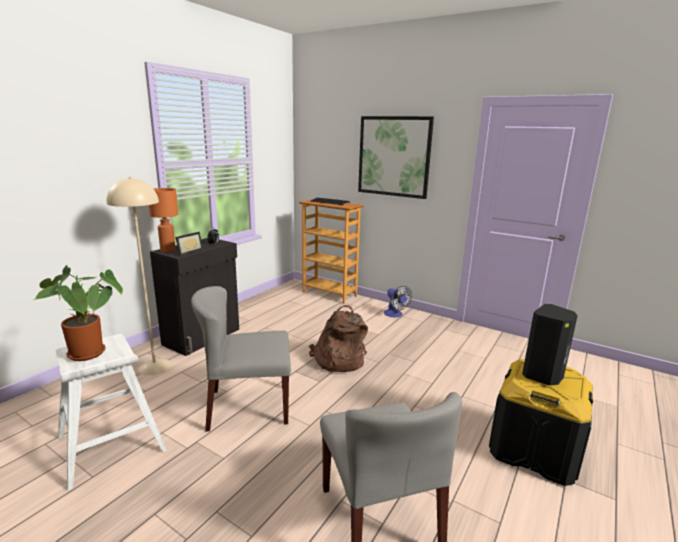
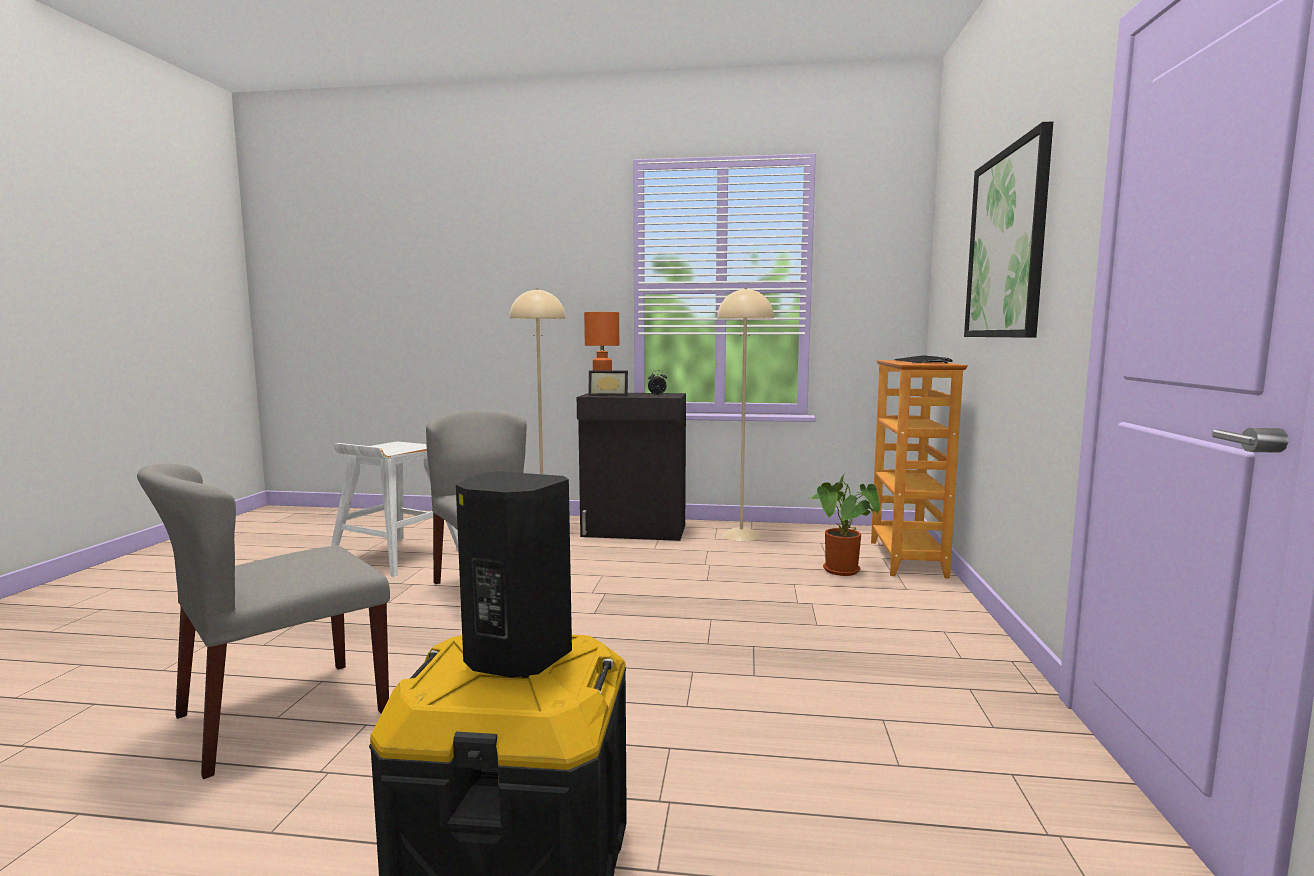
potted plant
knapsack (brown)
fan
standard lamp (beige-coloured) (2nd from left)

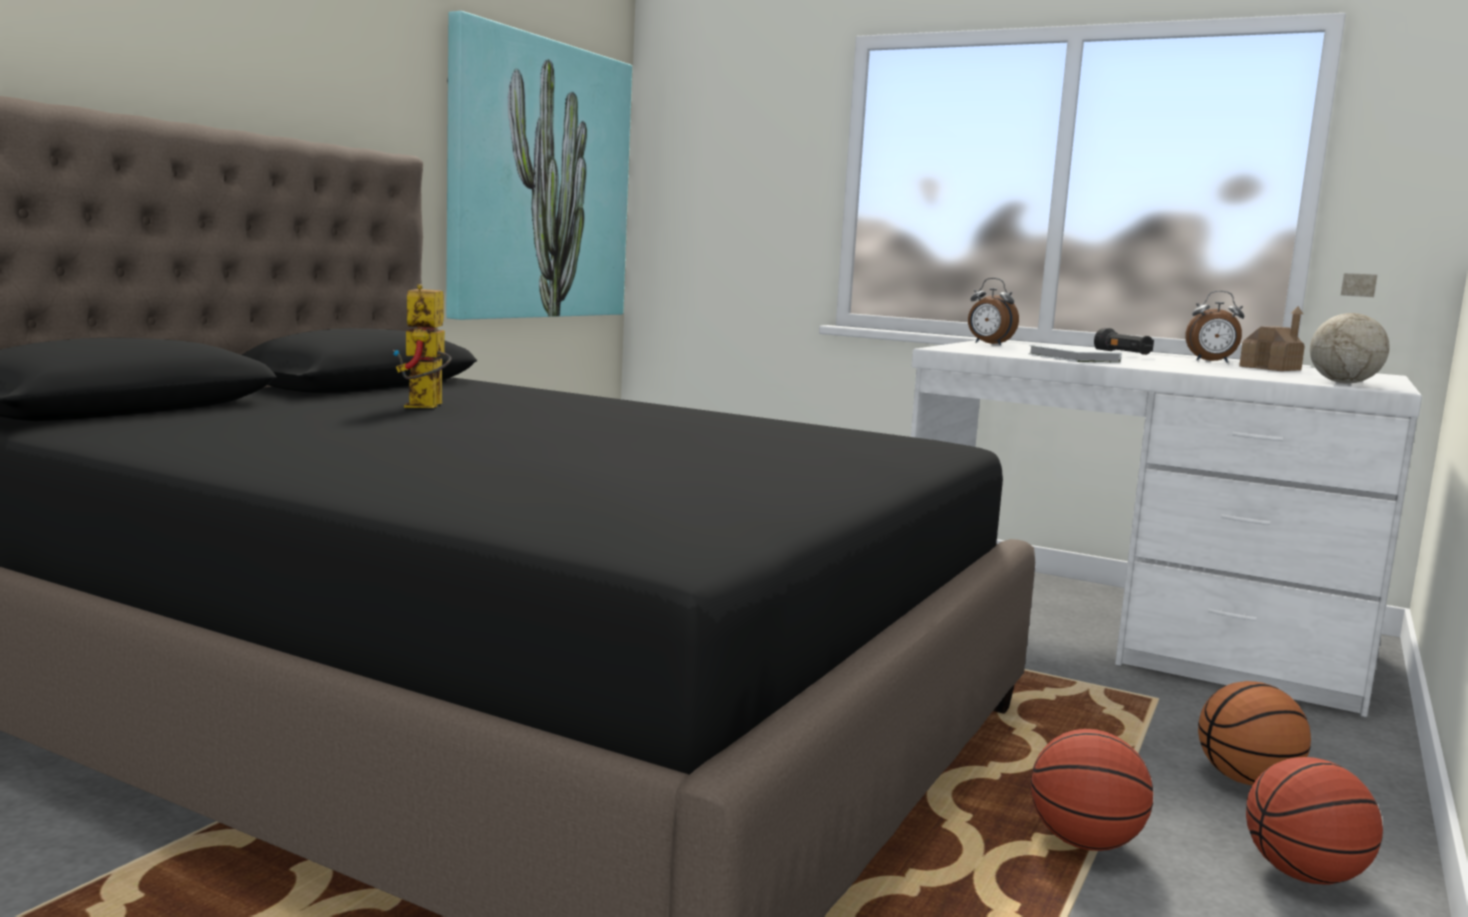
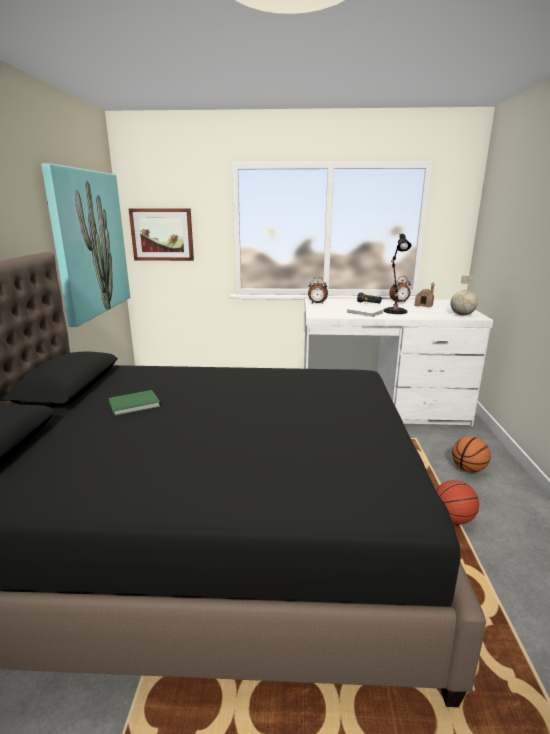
book (green-coloured)
basketball ball (3rd from left in the first image)
picture (2nd from left)
table lamp (black)

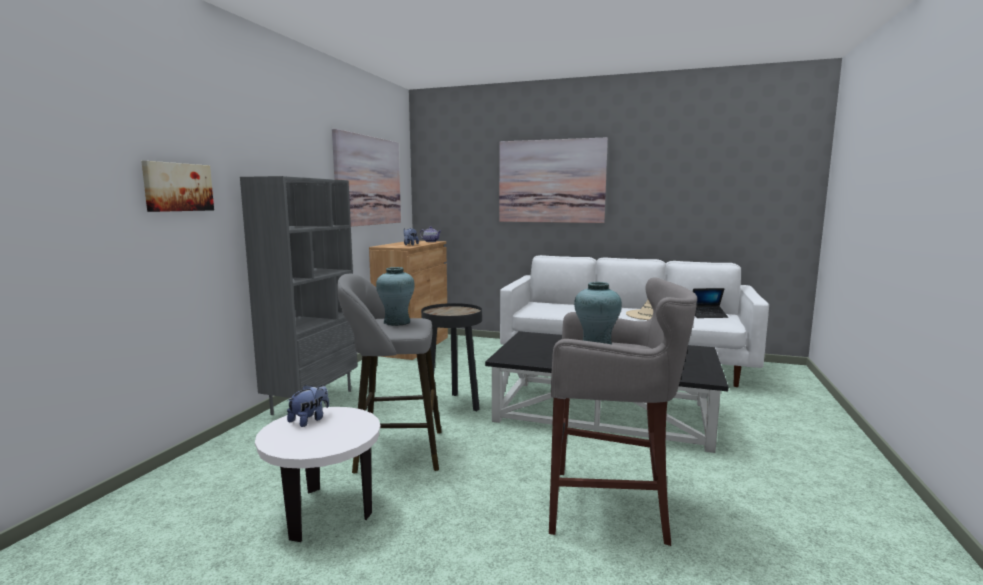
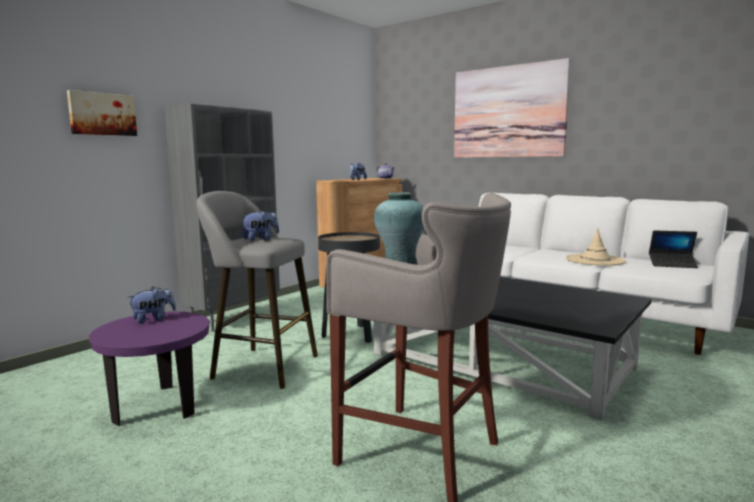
side table (purplish)
picture (2nd from left in the first image)
plush toy (2nd from left)

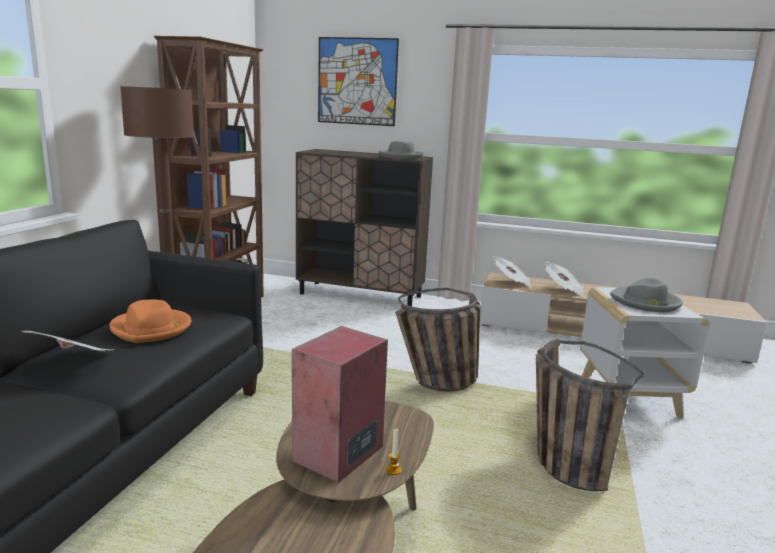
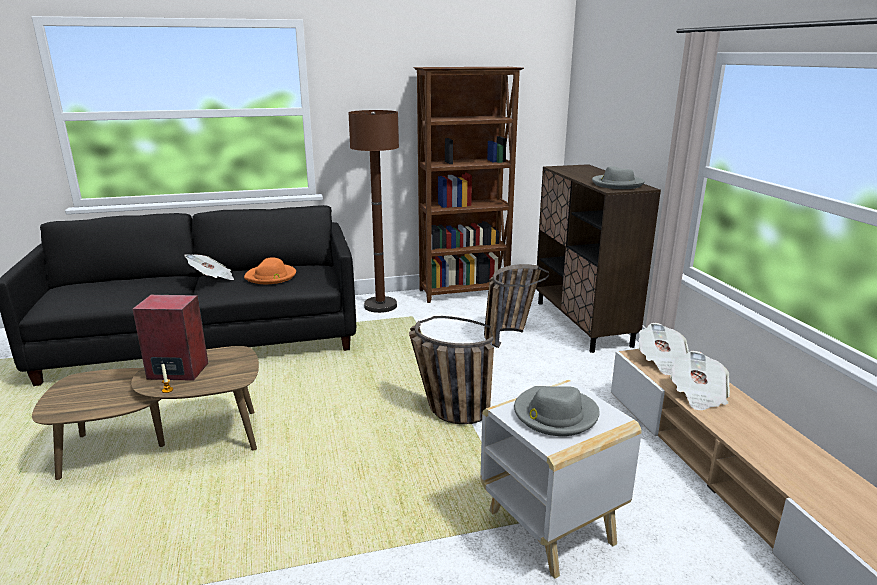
picture
storage basket (2nd from left)

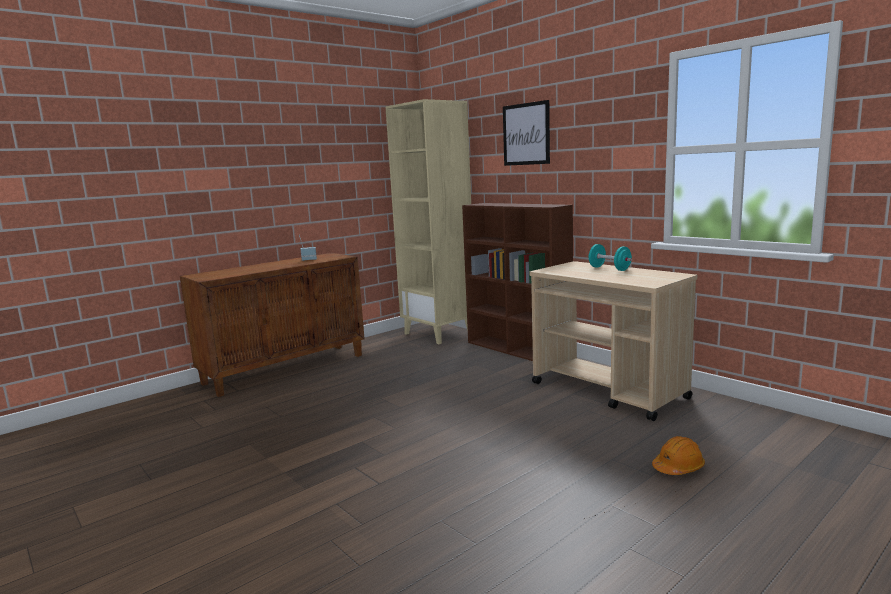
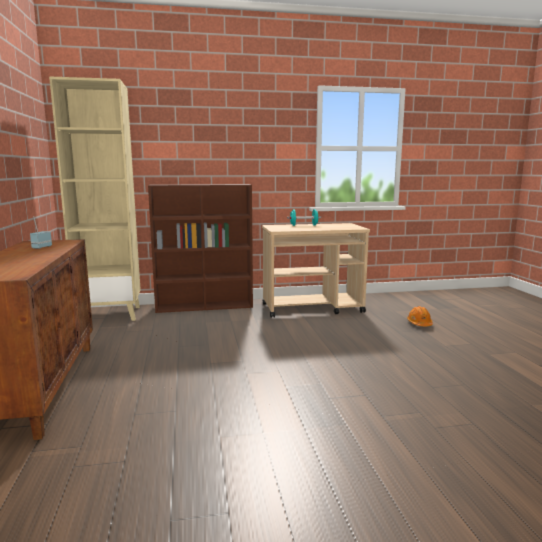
picture

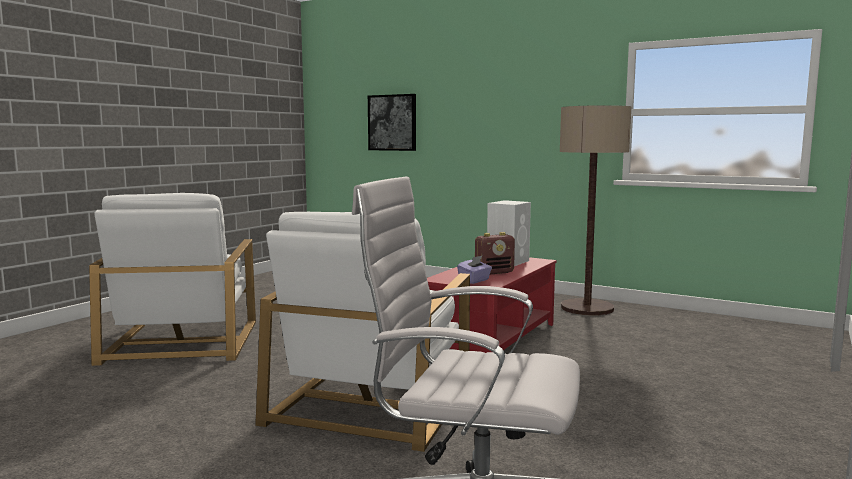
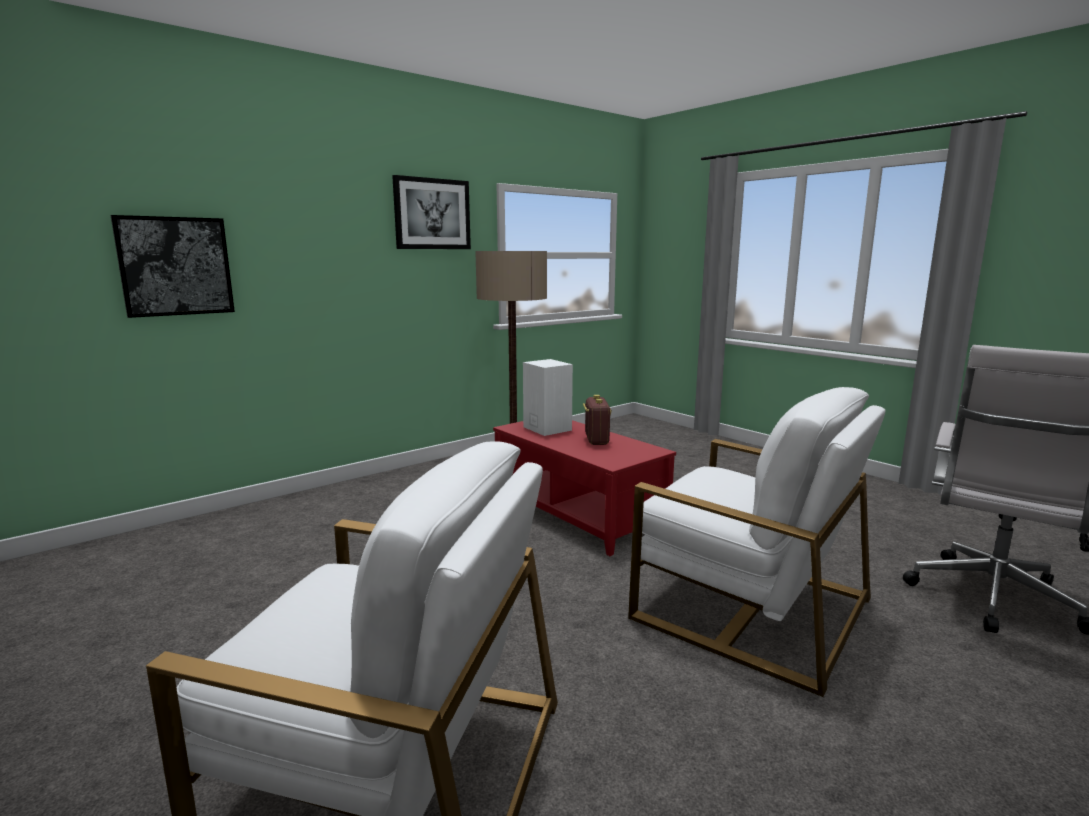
box of tissues (purplish)
picture (2nd from left)

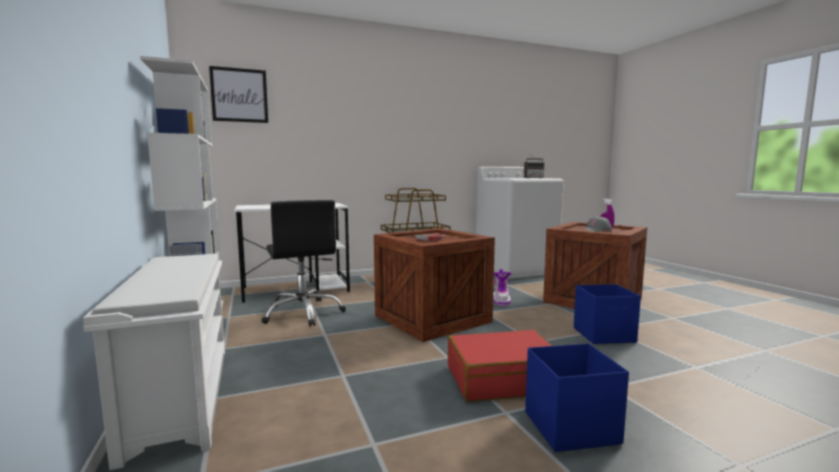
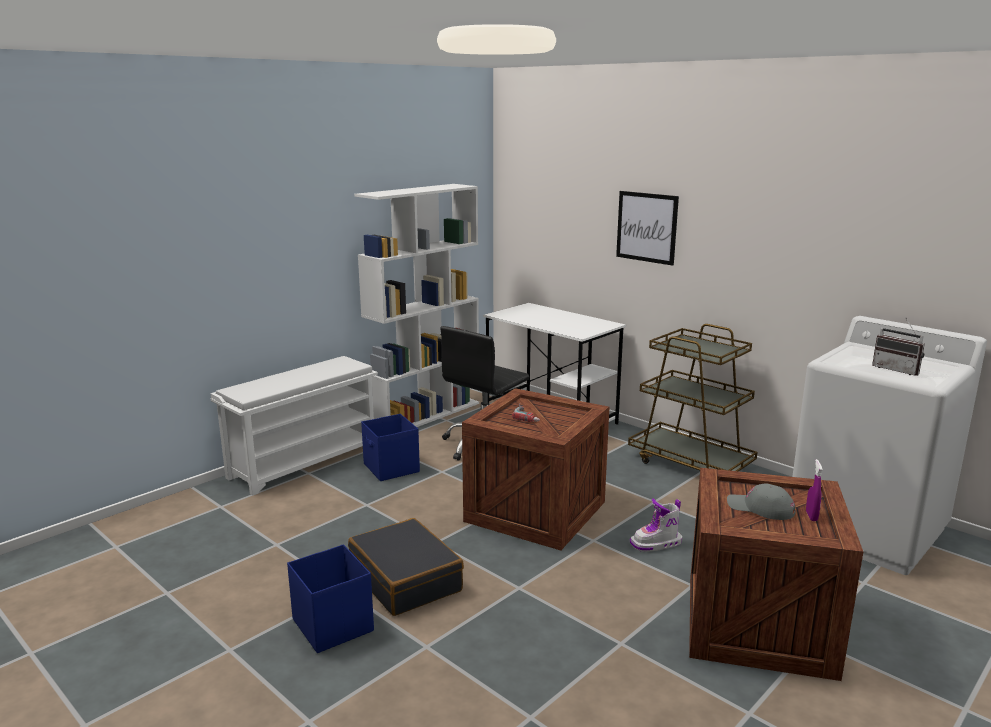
picture
suitcase (black)
storage bin (bluish) (2nd from left)

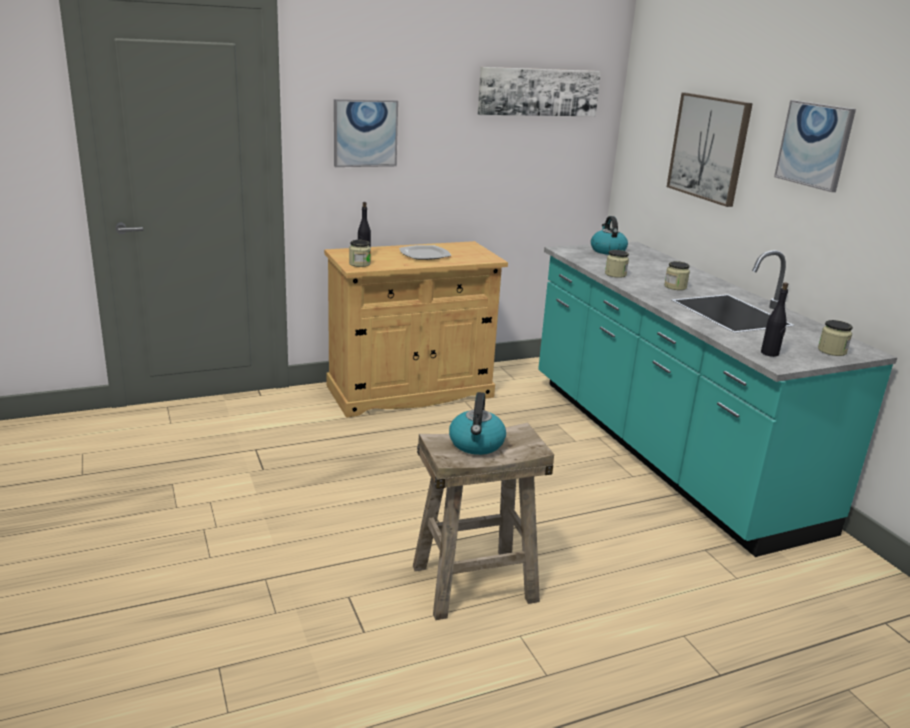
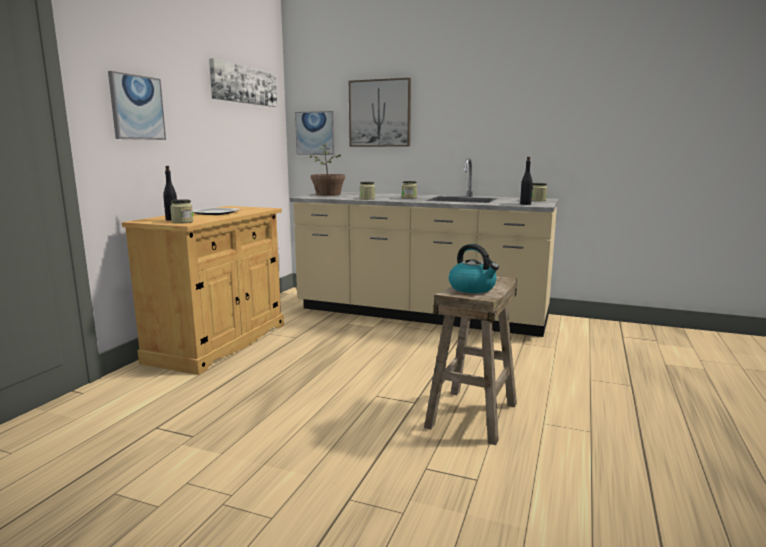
counter (beige-coloured)
potted plant
picture (3rd from left)

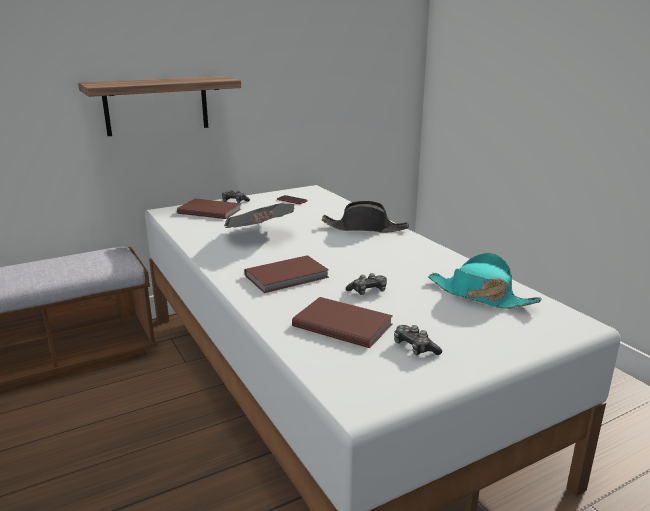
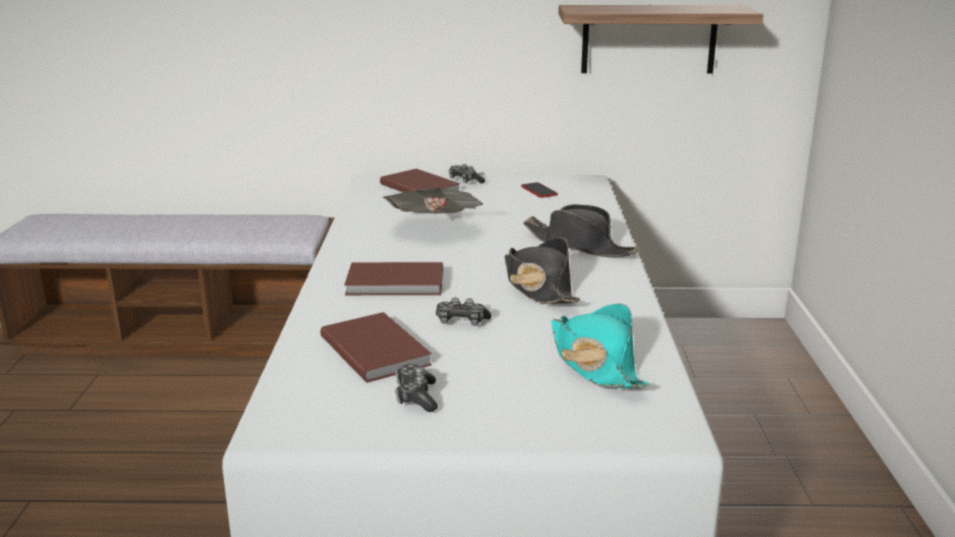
shelf
clothing hat (black) (1st from left)

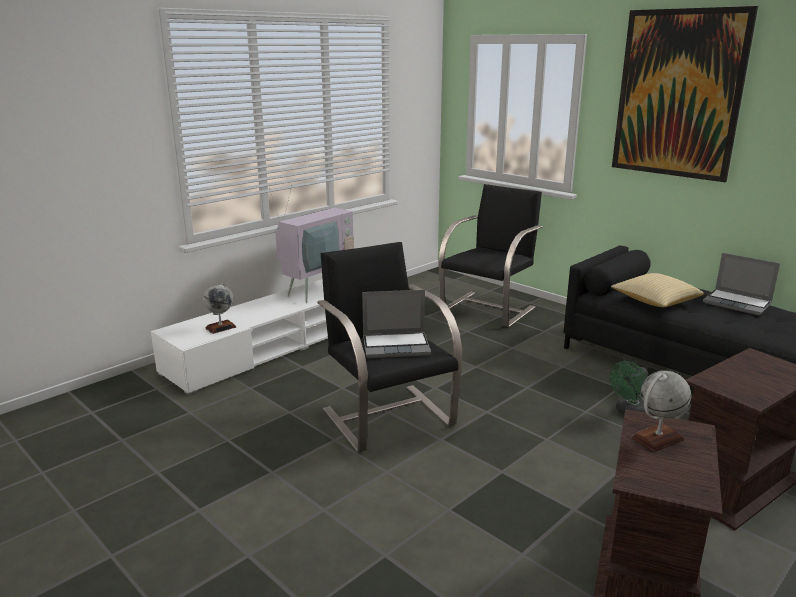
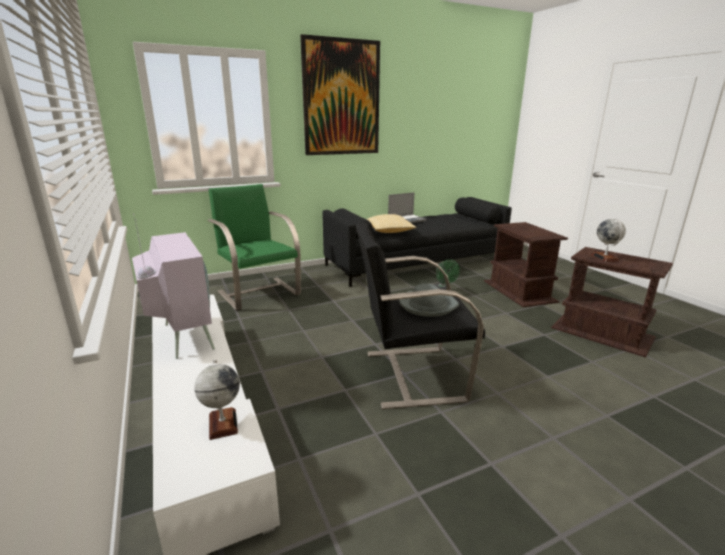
clothing hat (greyish)
easy chair (green-coloured)

